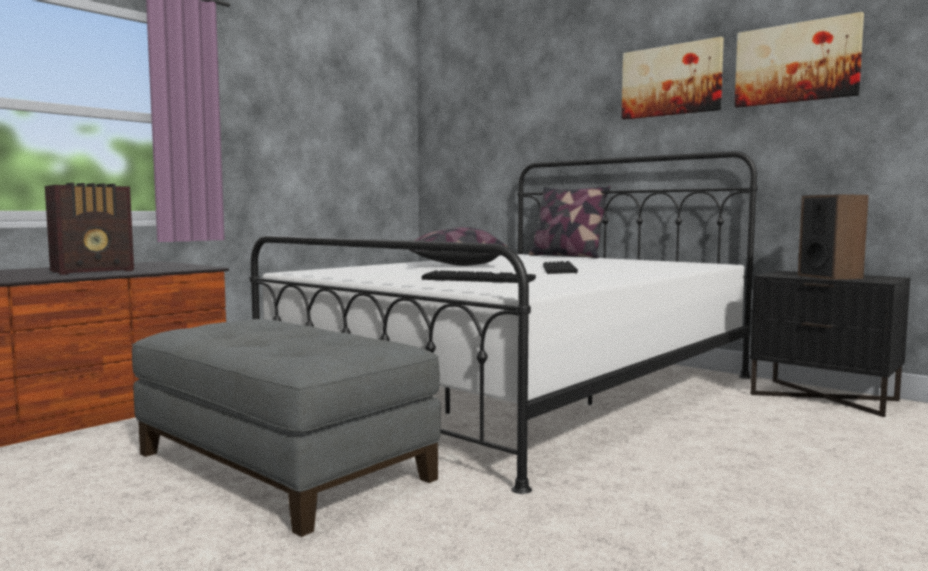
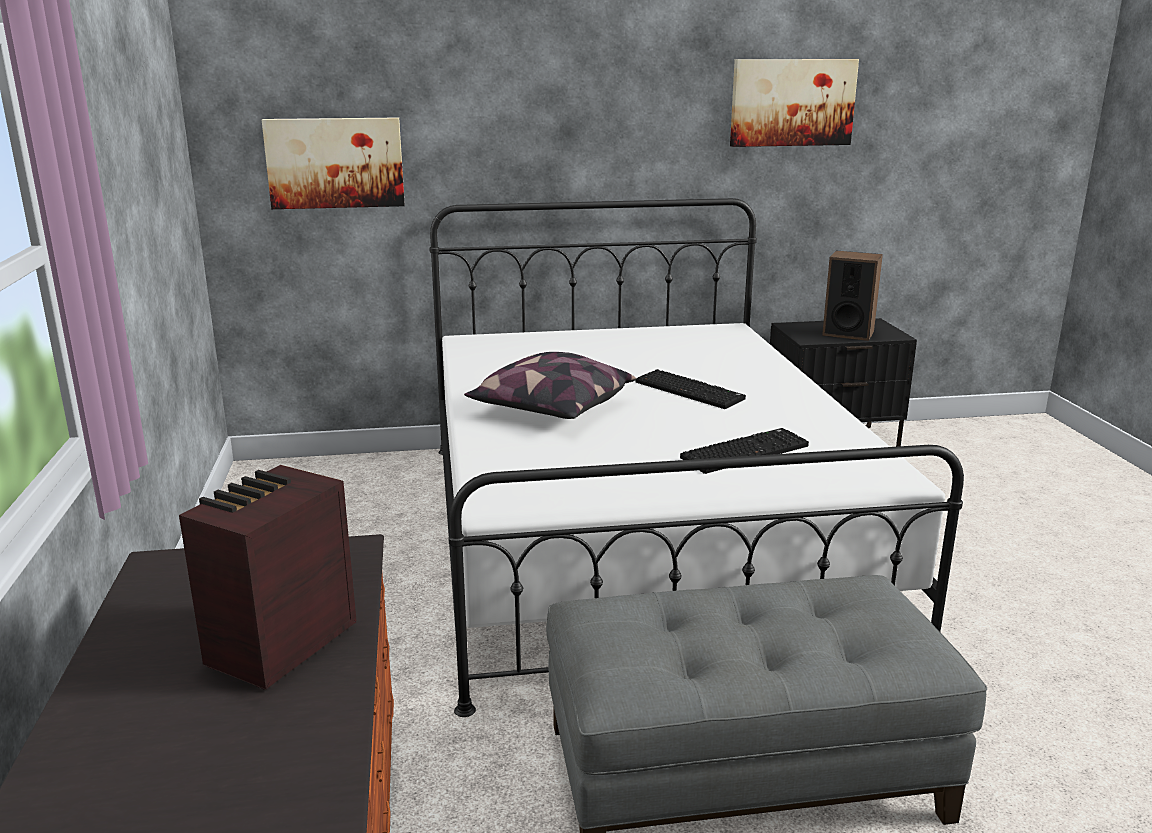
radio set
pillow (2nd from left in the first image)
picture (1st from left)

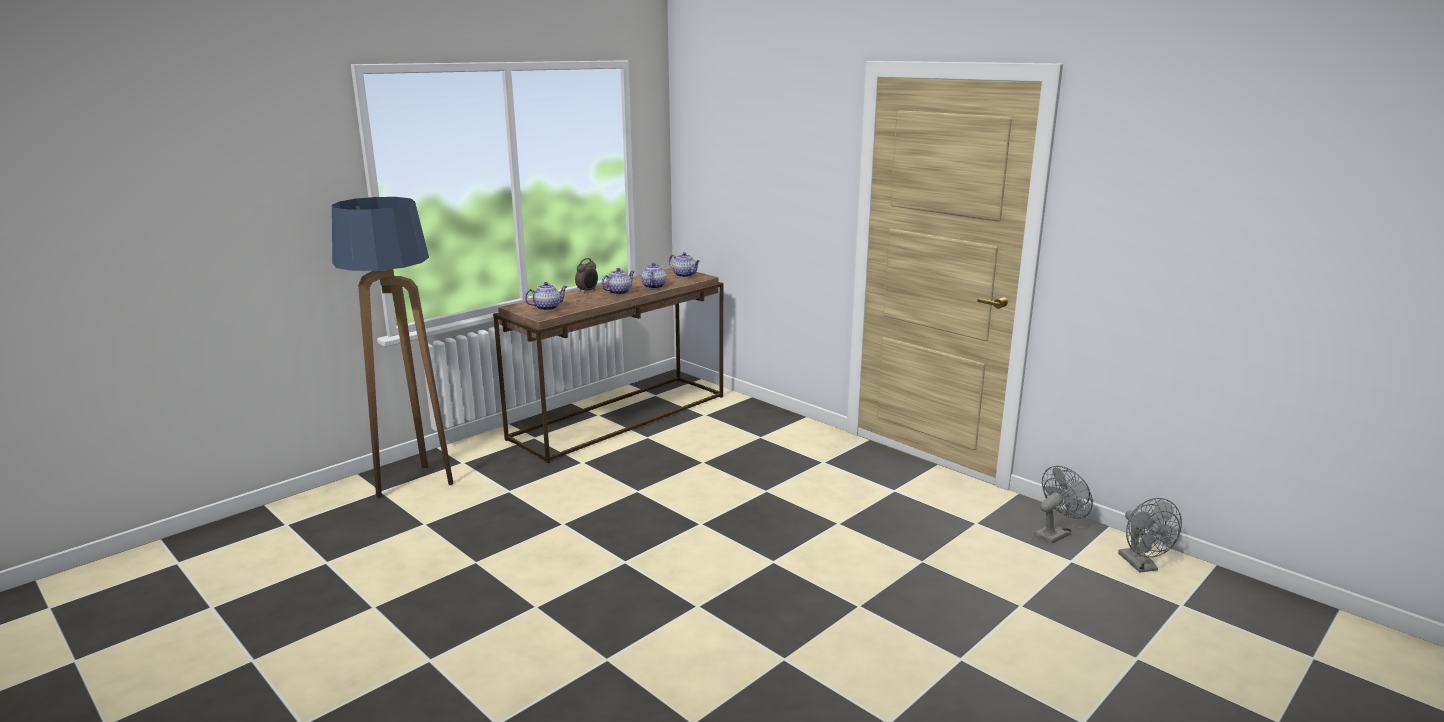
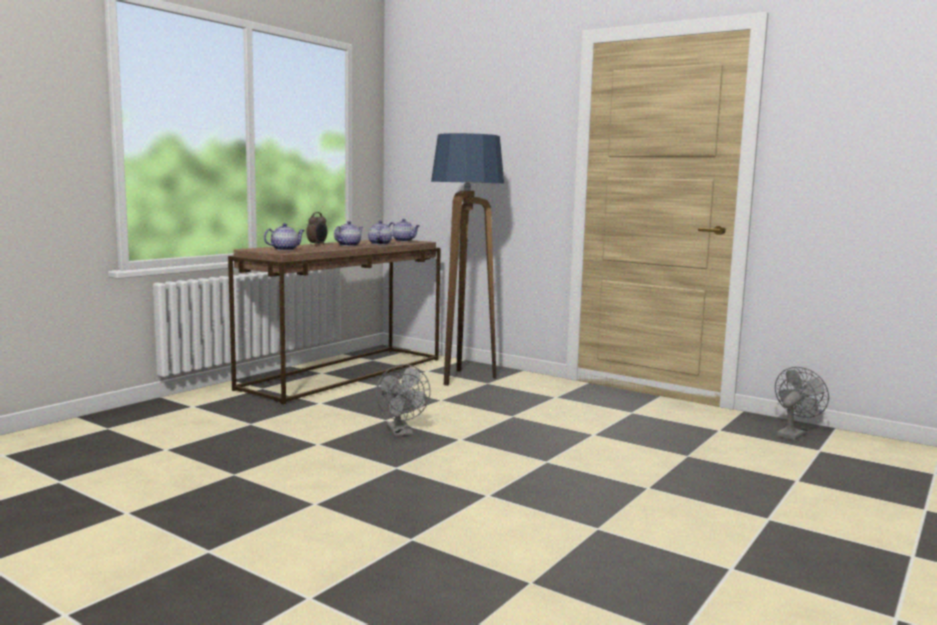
standard lamp
fan (greyish) (1st from left)

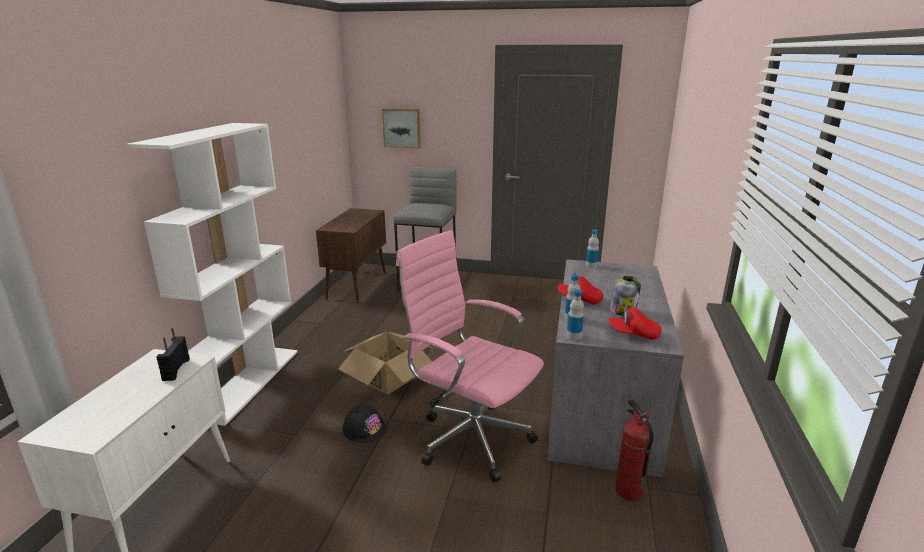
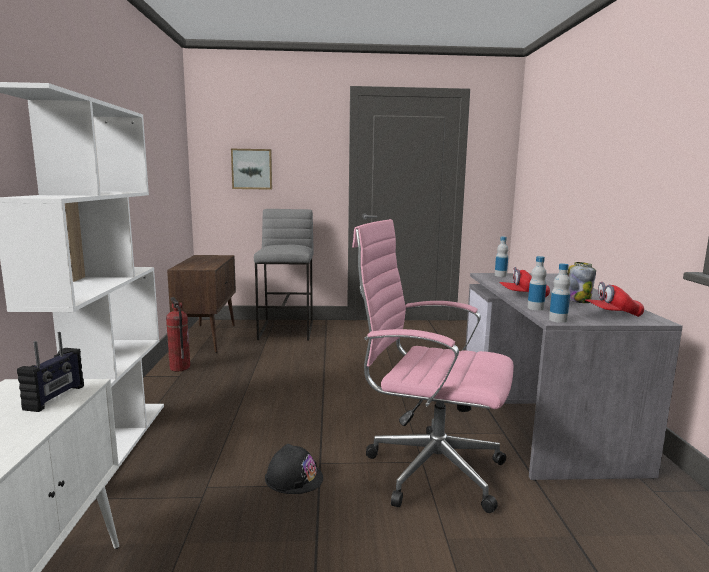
radio set
carton
fire-fighting cylinder

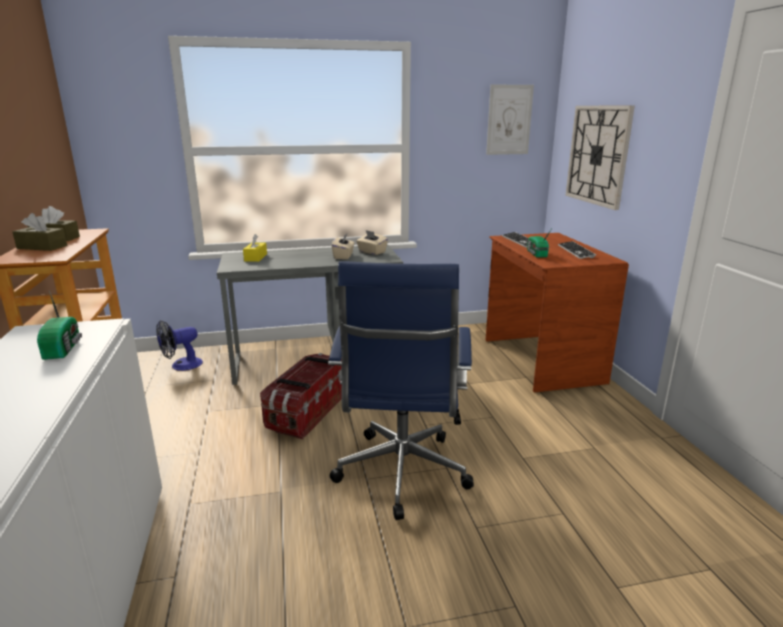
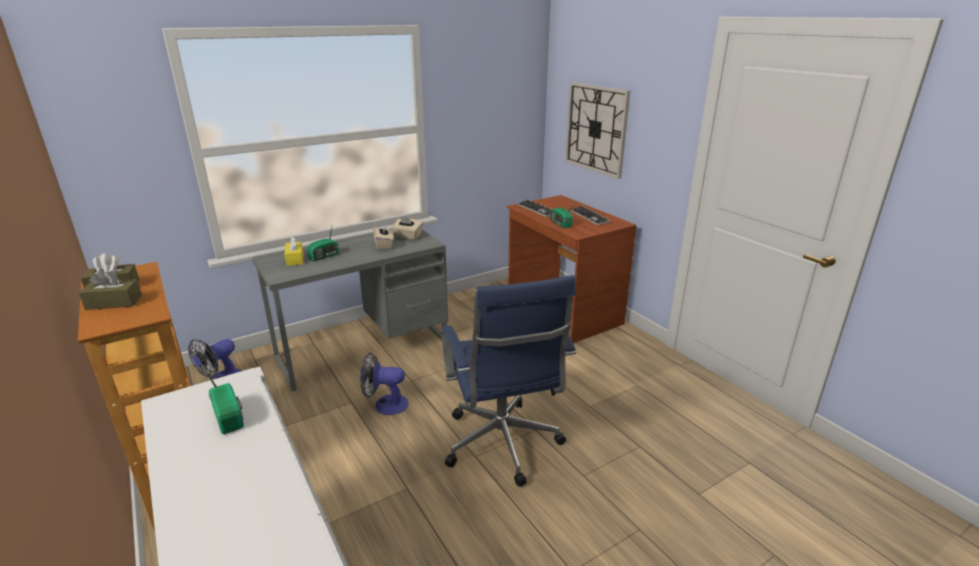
fan (2nd from left)
picture
radio set (2nd from left)

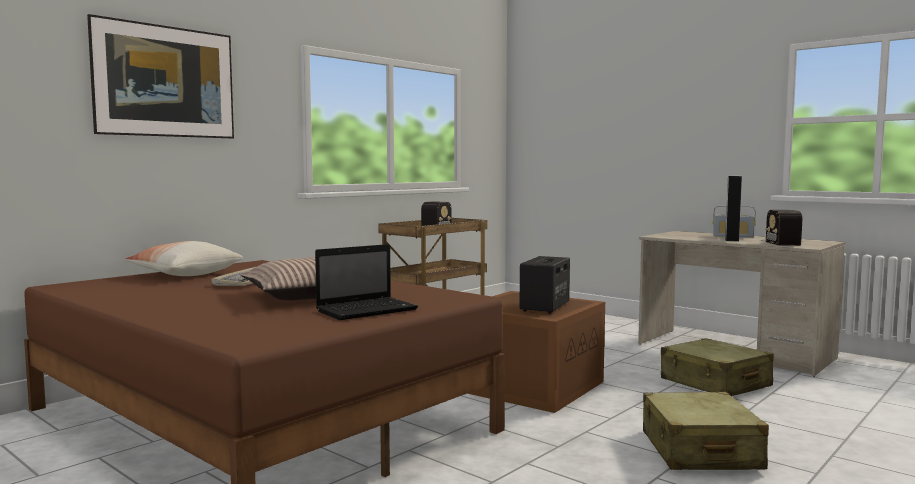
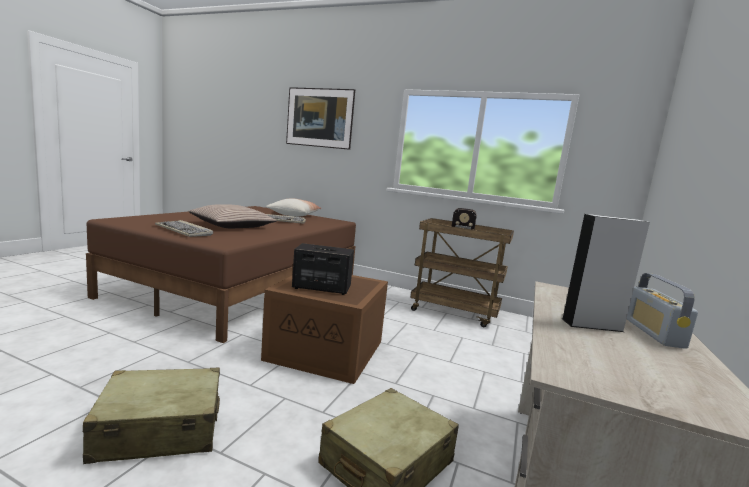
keyboard (1st from left)
radio set (3rd from left in the first image)

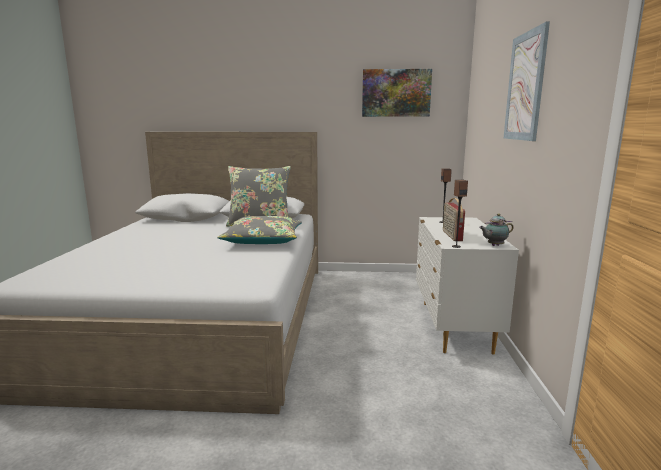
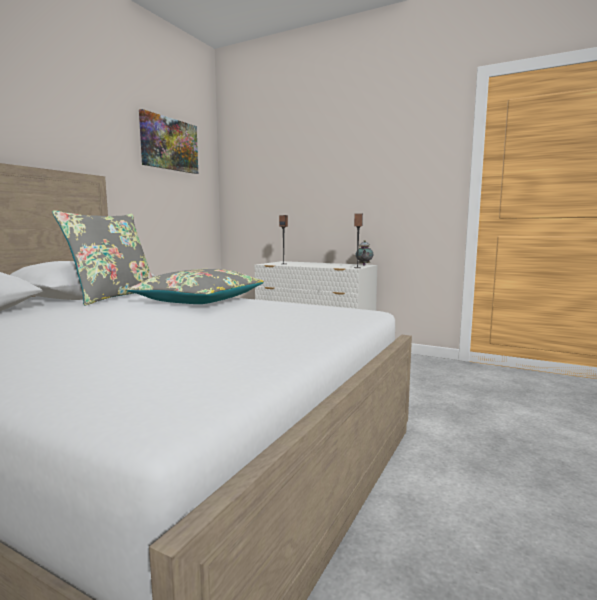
radio set
picture (2nd from left in the first image)

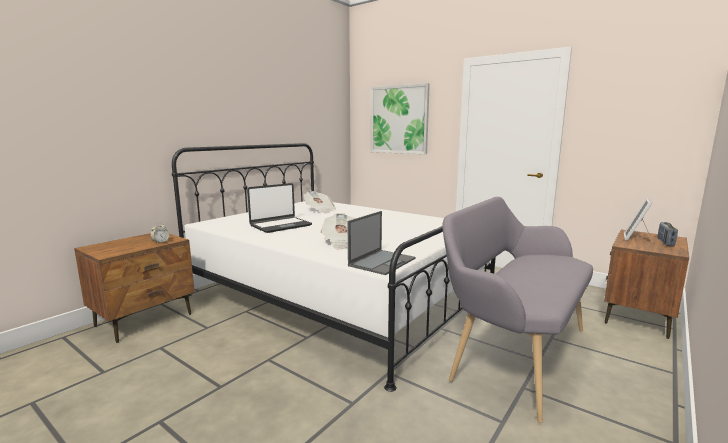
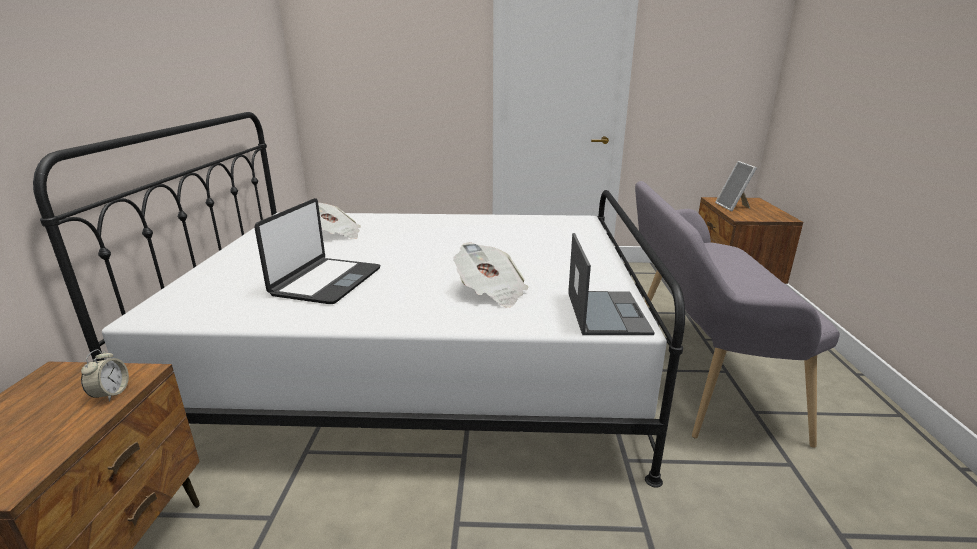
picture
radio set

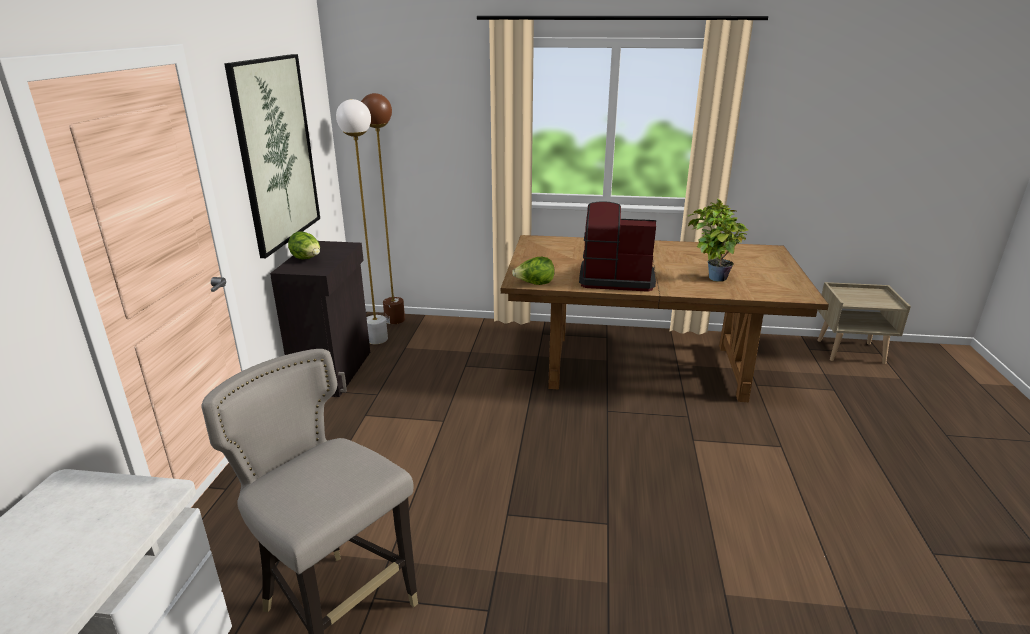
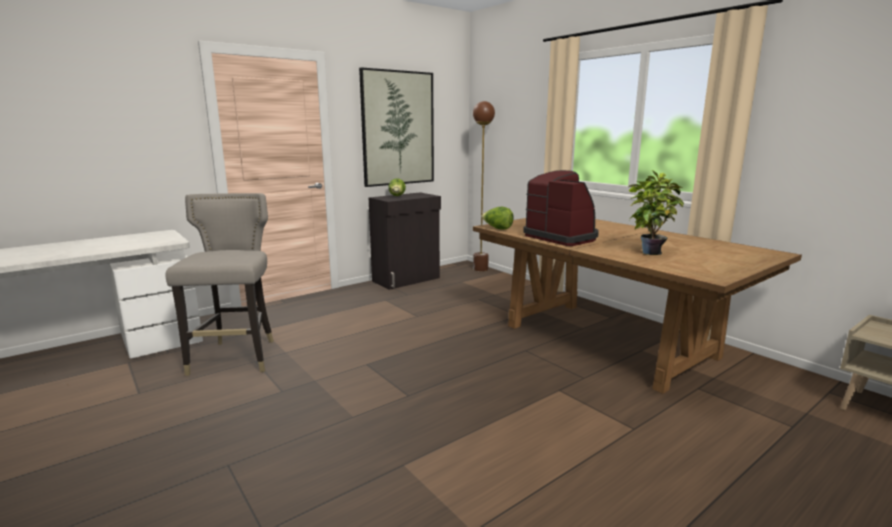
standard lamp (white)

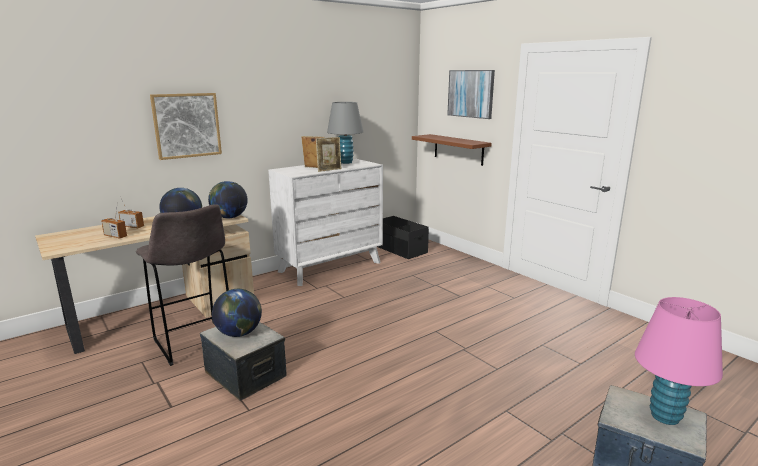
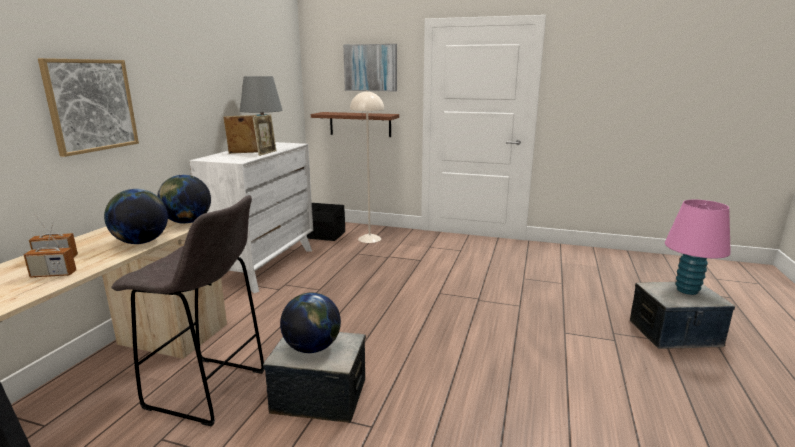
standard lamp (beige-coloured)

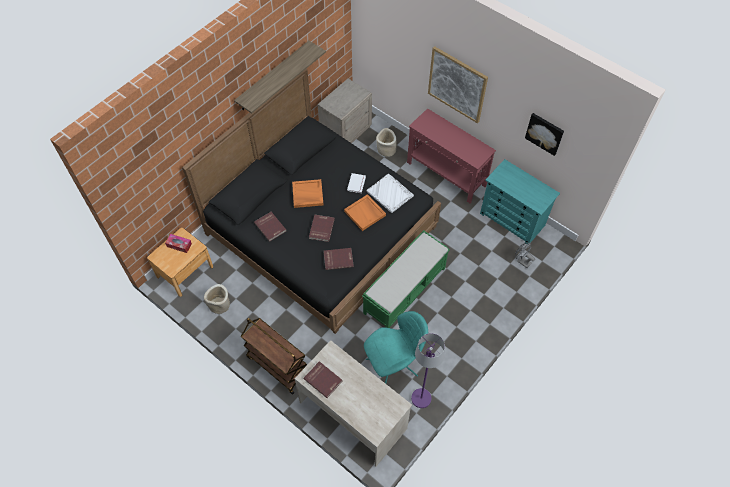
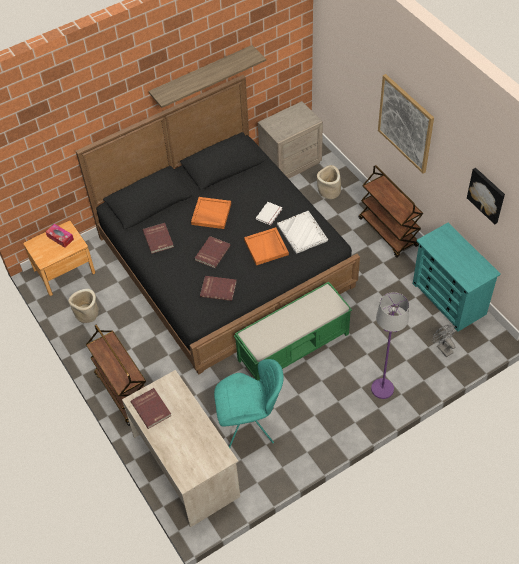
cart (brown) (2nd from left)
standard lamp (purplish)

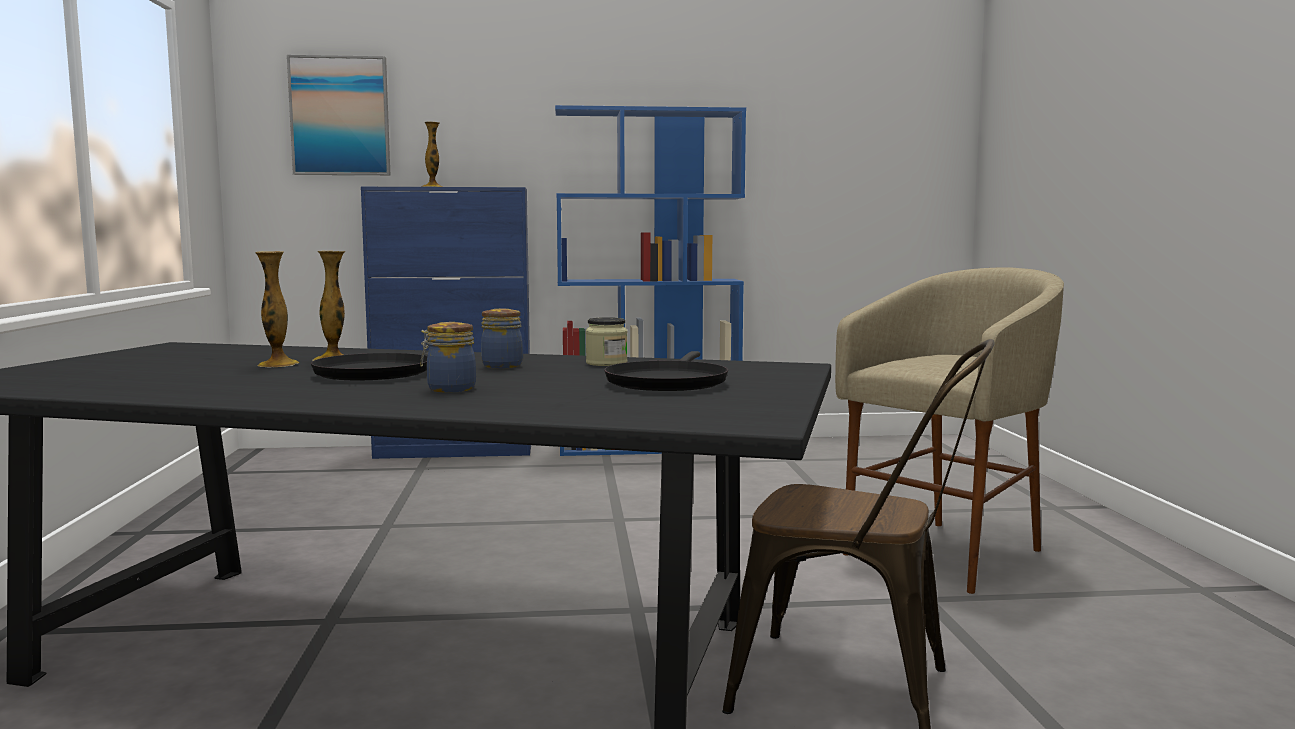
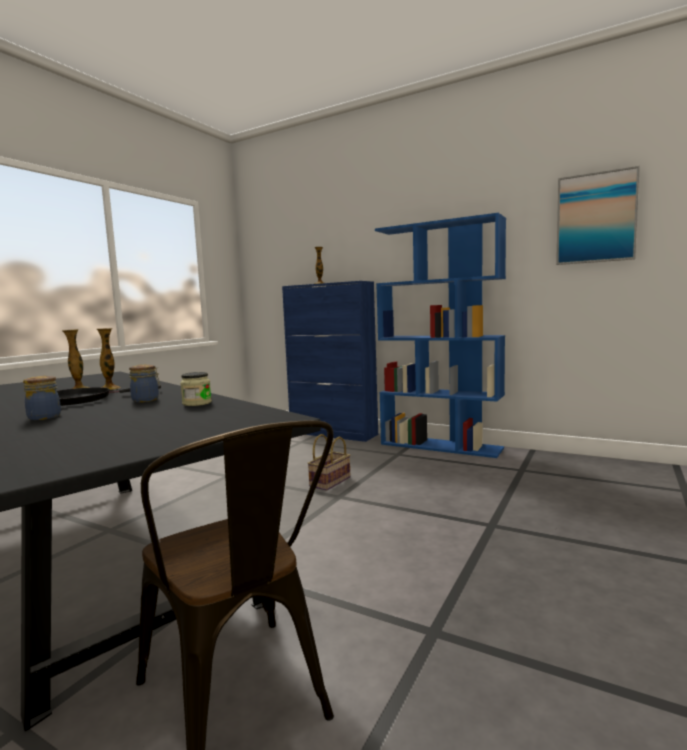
picture
frying pan (black) (2nd from left in the first image)
stool (beige-coloured)
storage basket

